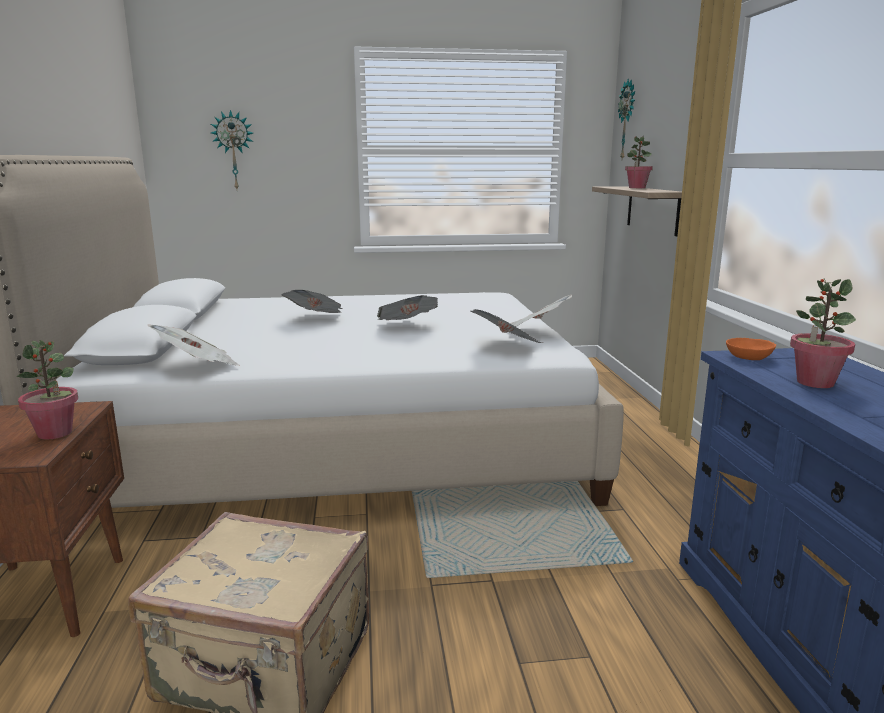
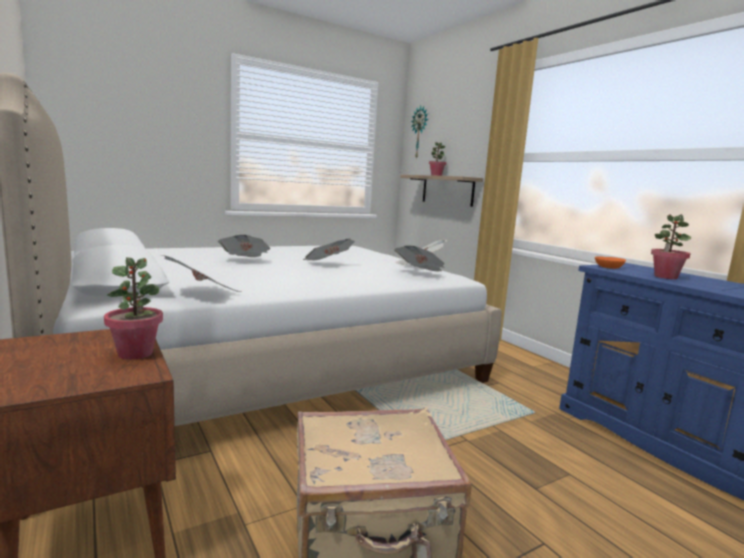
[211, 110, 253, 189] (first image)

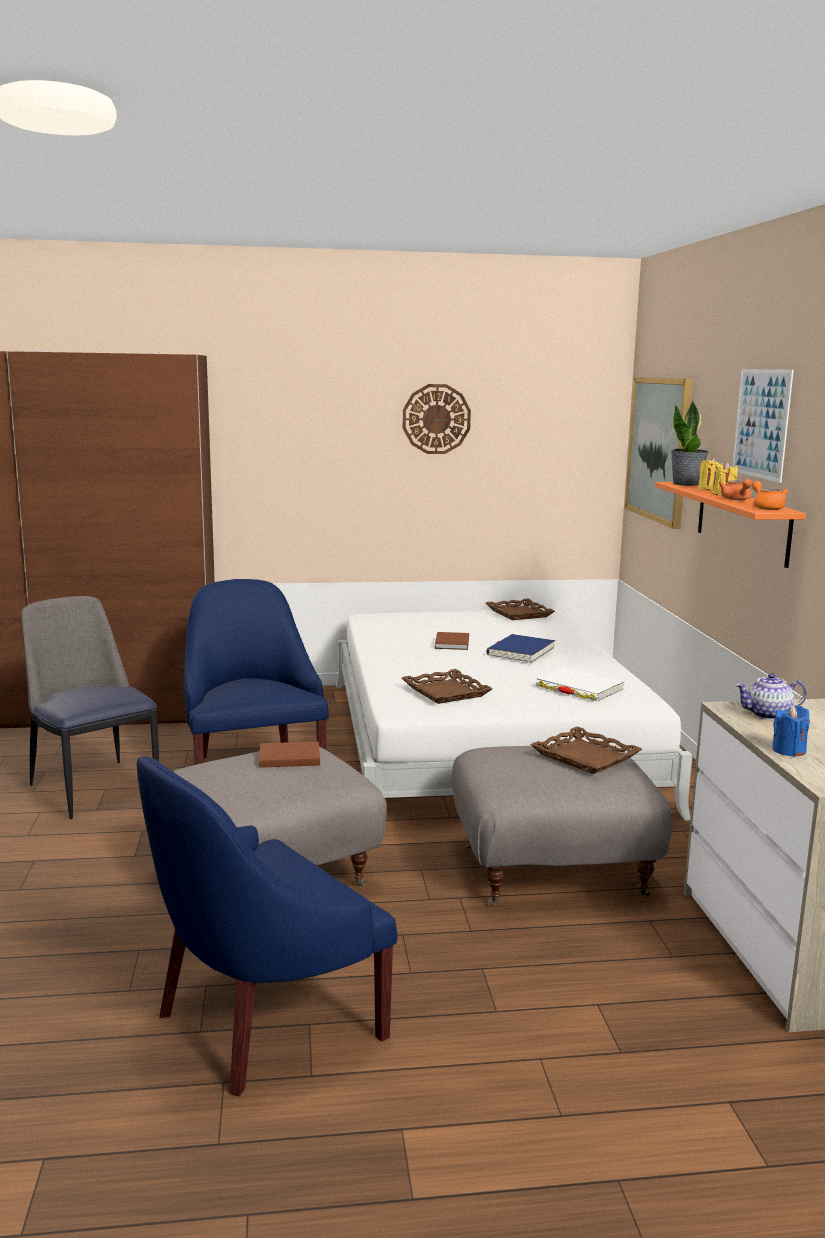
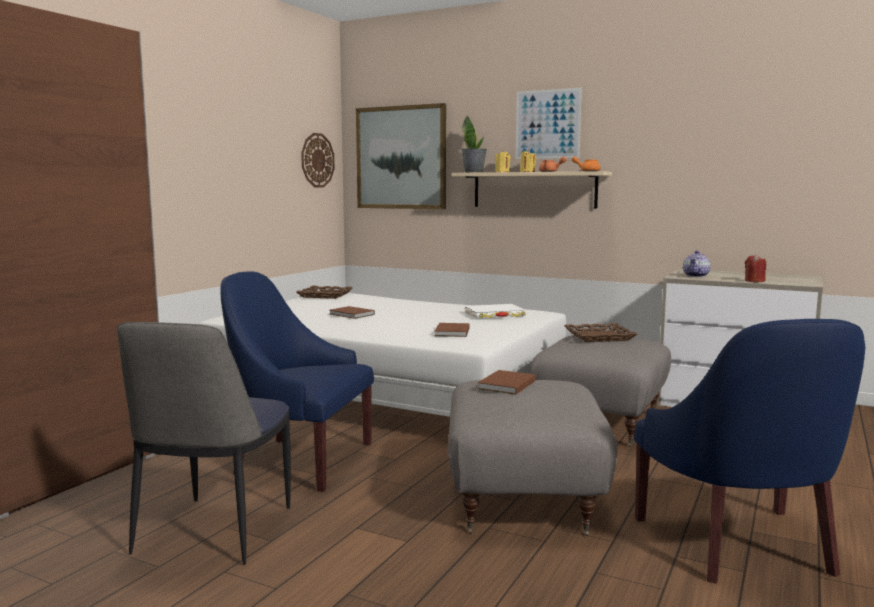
[301, 133, 335, 187]
[452, 171, 612, 208]
[117, 322, 291, 565]
[486, 634, 555, 663] (first image)
[435, 323, 470, 337]
[745, 254, 766, 282]

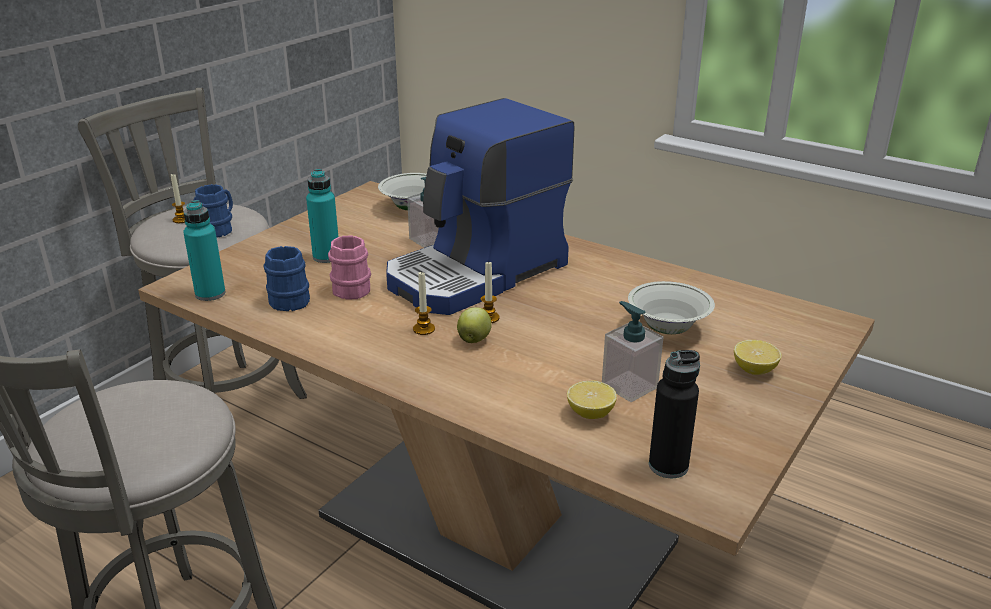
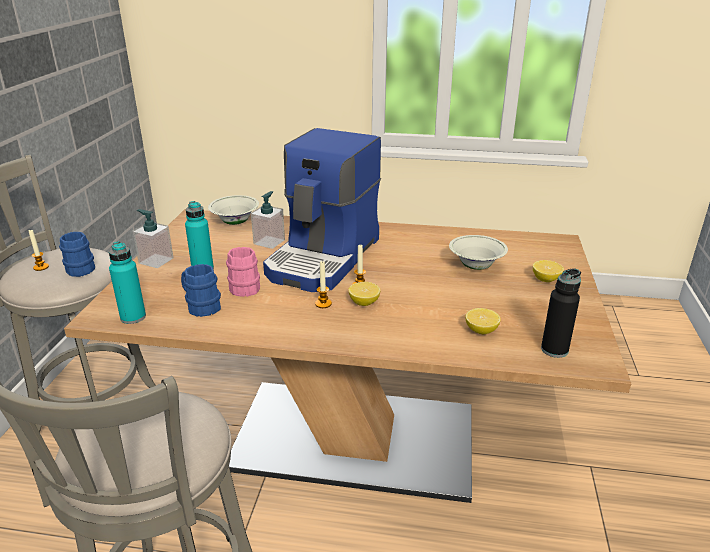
[132, 209, 174, 268]
[348, 282, 380, 306]

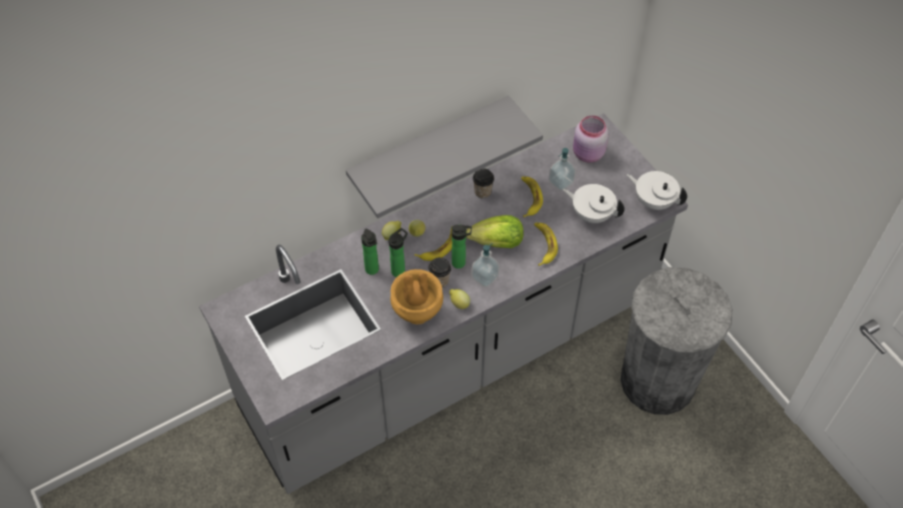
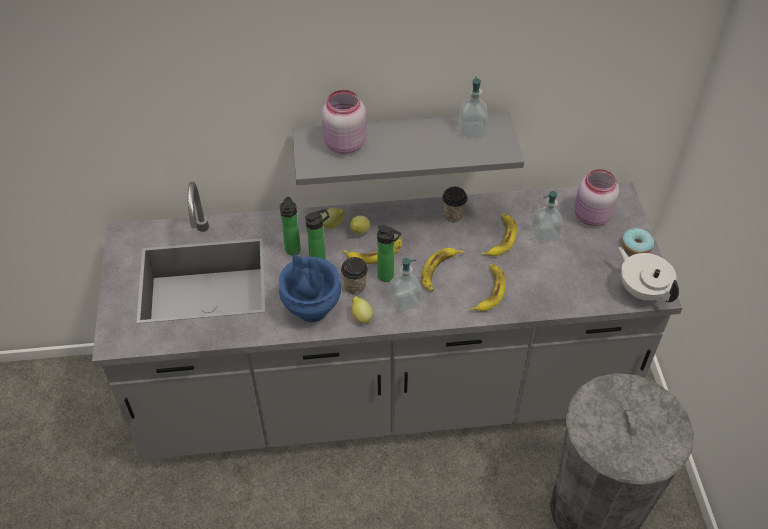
[563, 184, 625, 223] (first image)
[421, 248, 464, 292]
[279, 255, 341, 322]
[459, 77, 488, 137]
[322, 90, 366, 154]
[622, 228, 654, 255]

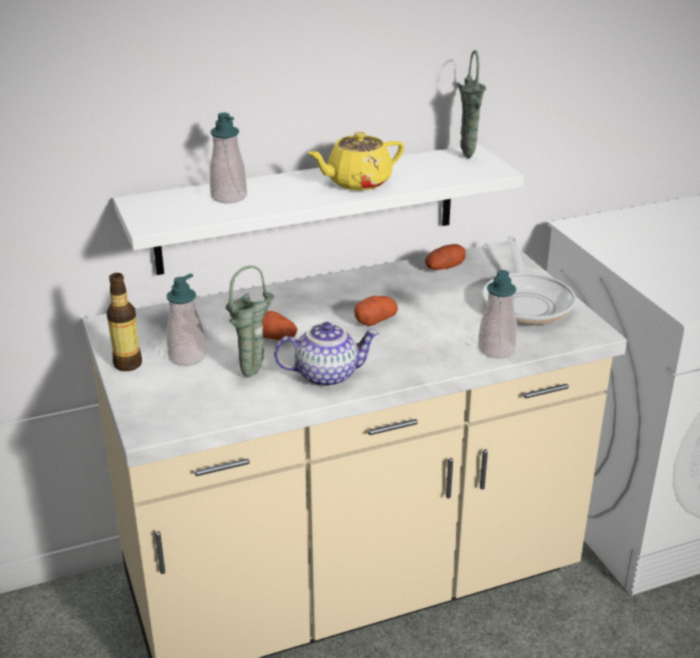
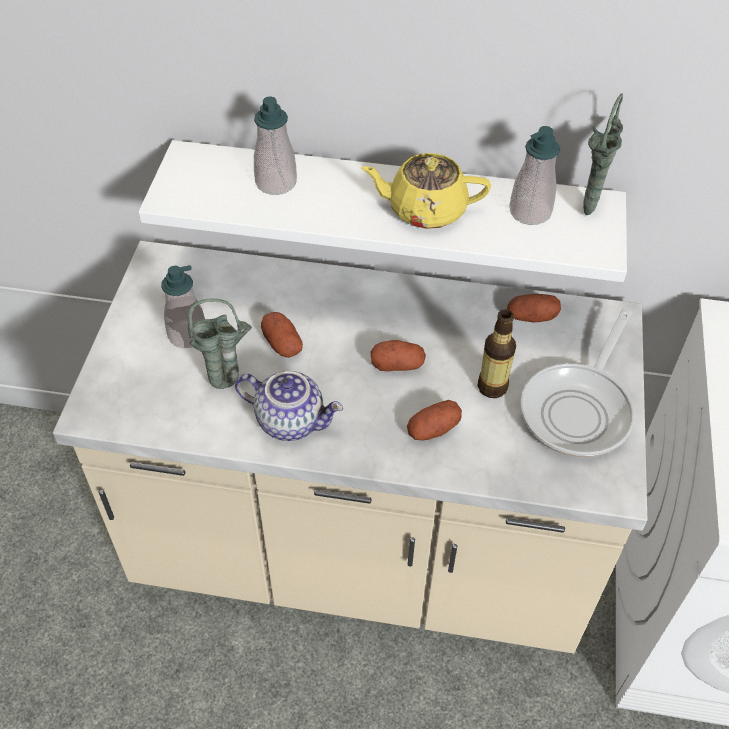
[509, 126, 560, 225]
[478, 310, 516, 398]
[407, 400, 462, 441]

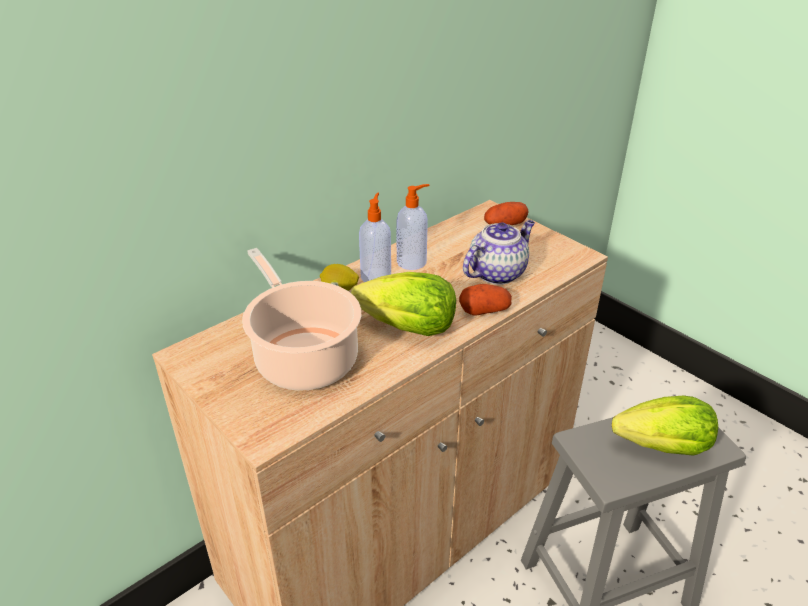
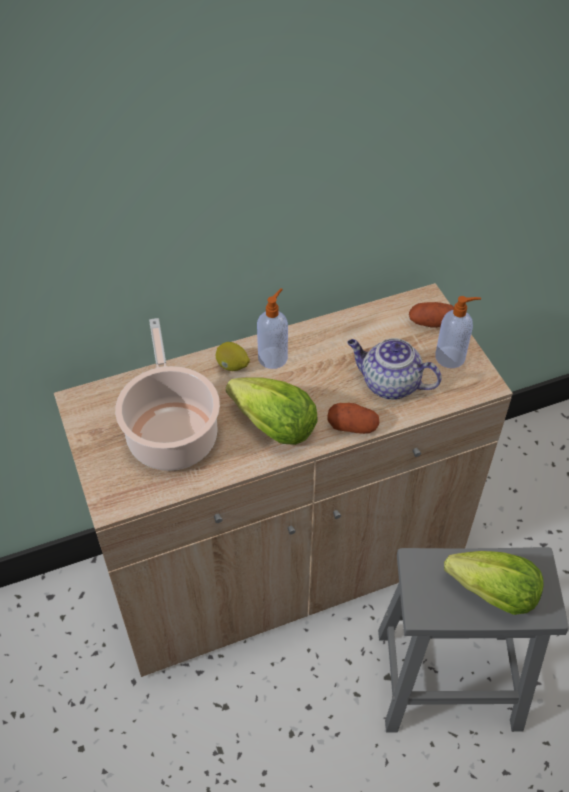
[435, 296, 481, 368]
[347, 338, 442, 400]

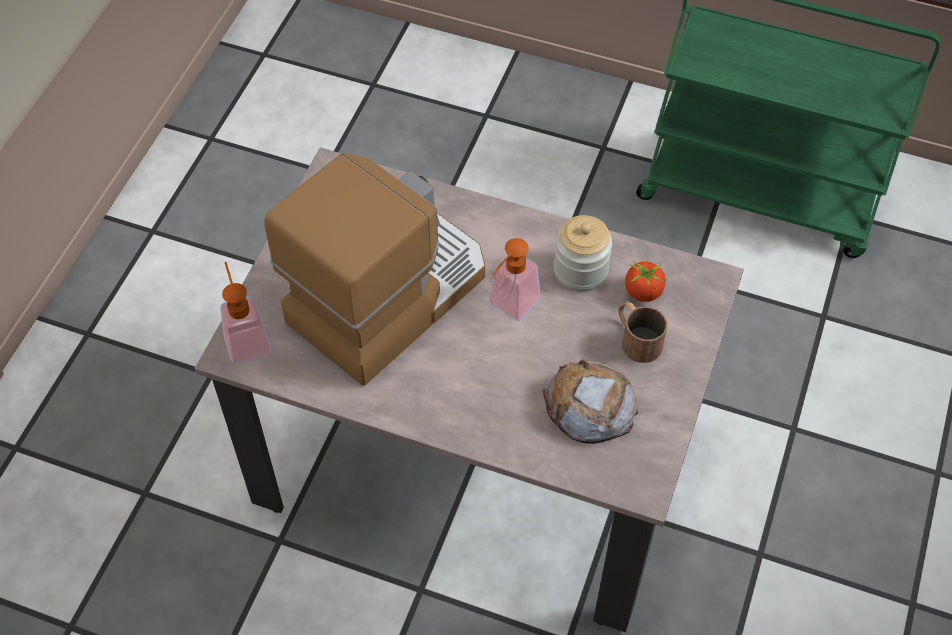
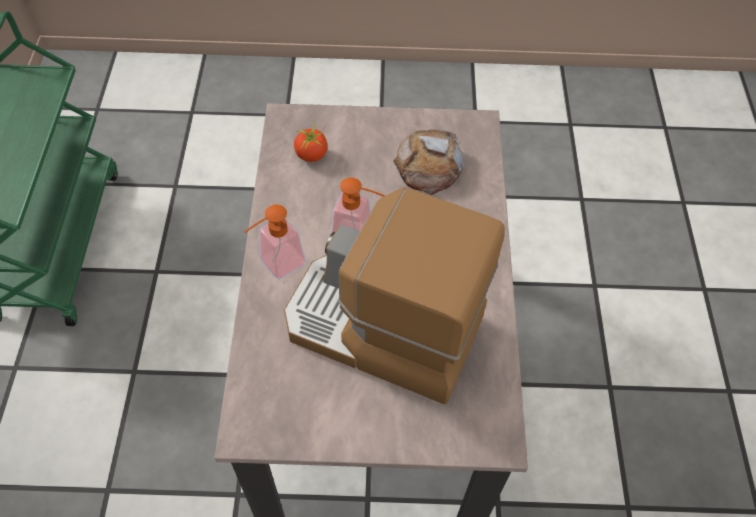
[554, 215, 612, 292] (first image)
[244, 205, 306, 279]
[618, 301, 667, 363] (first image)

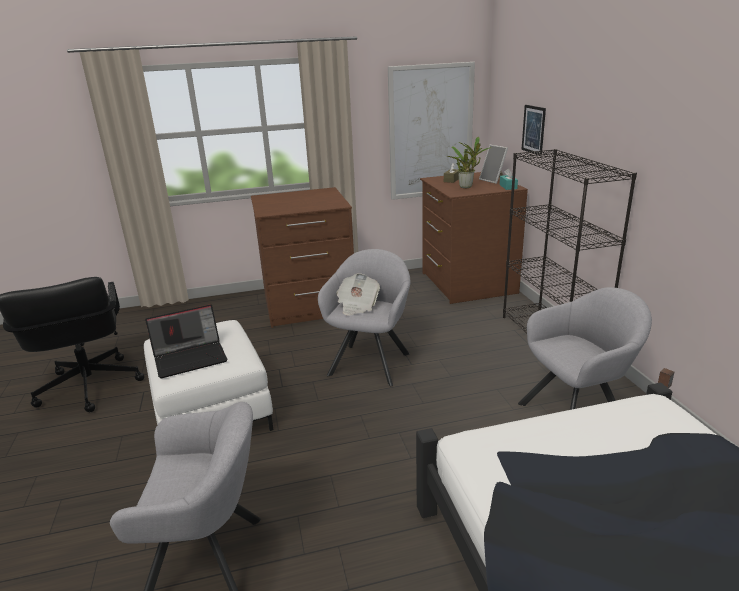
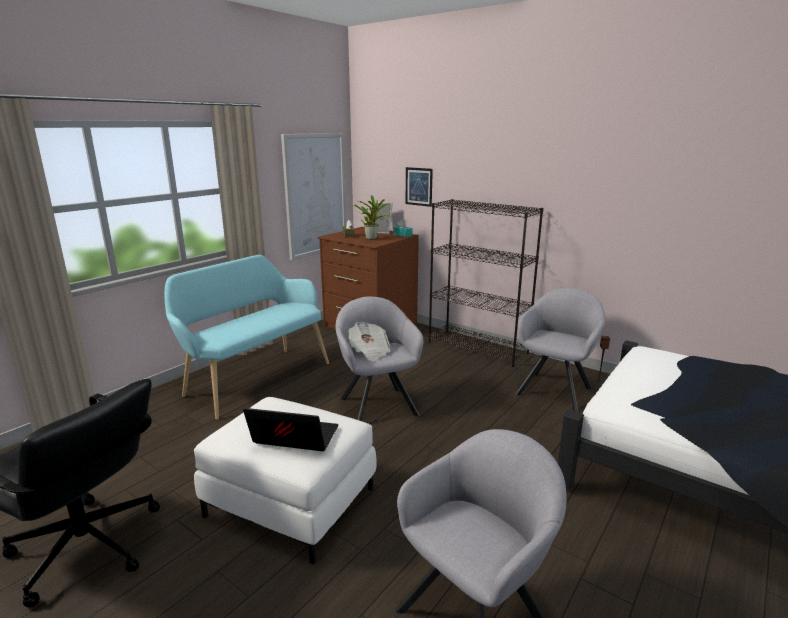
[164, 255, 329, 420]
[243, 408, 339, 451]

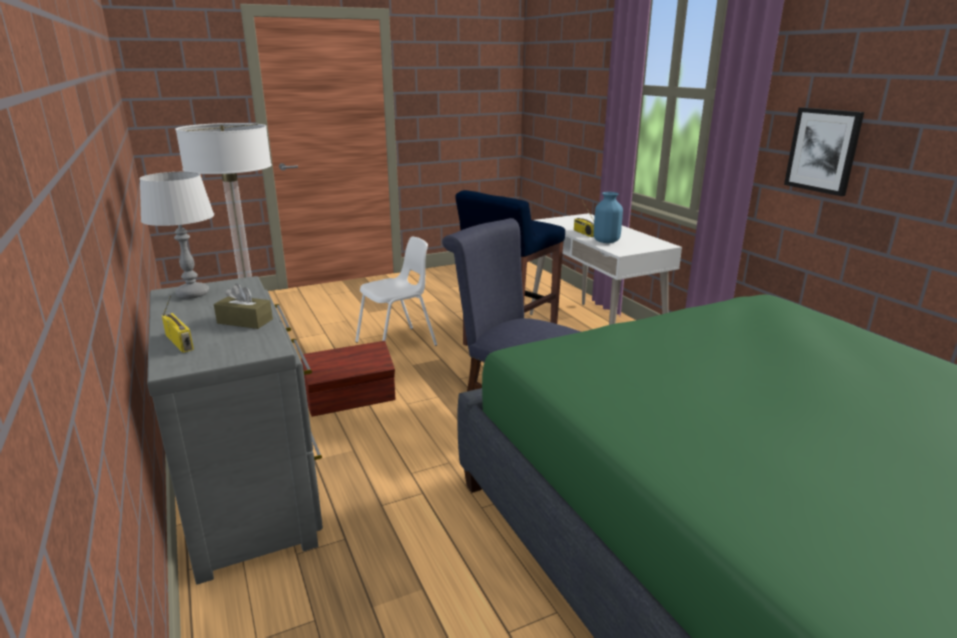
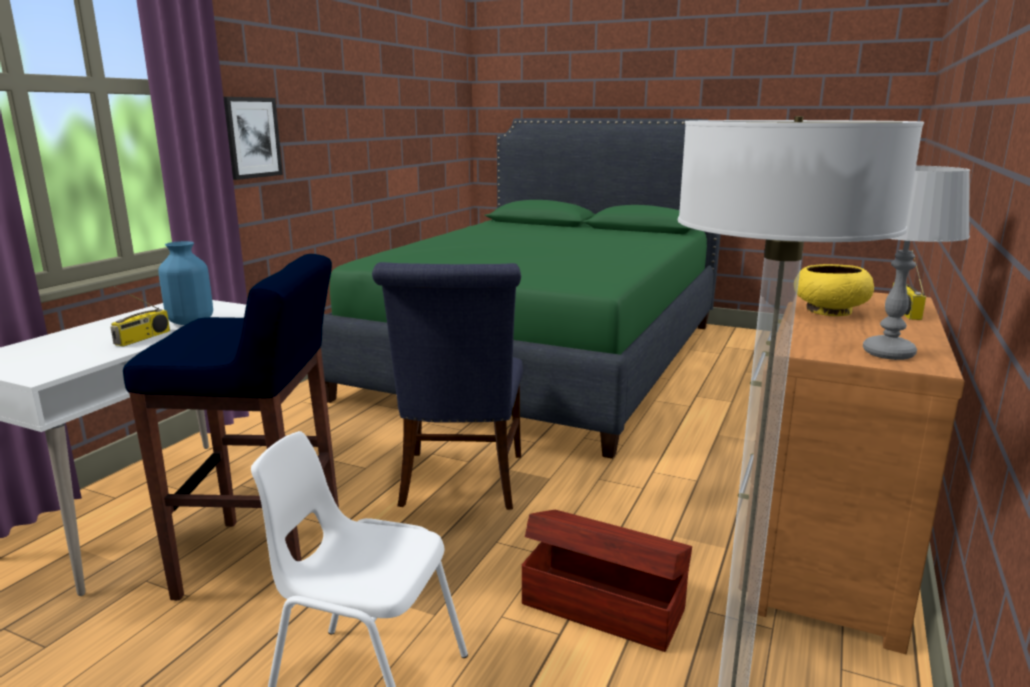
[738, 292, 965, 654]
[797, 264, 874, 316]

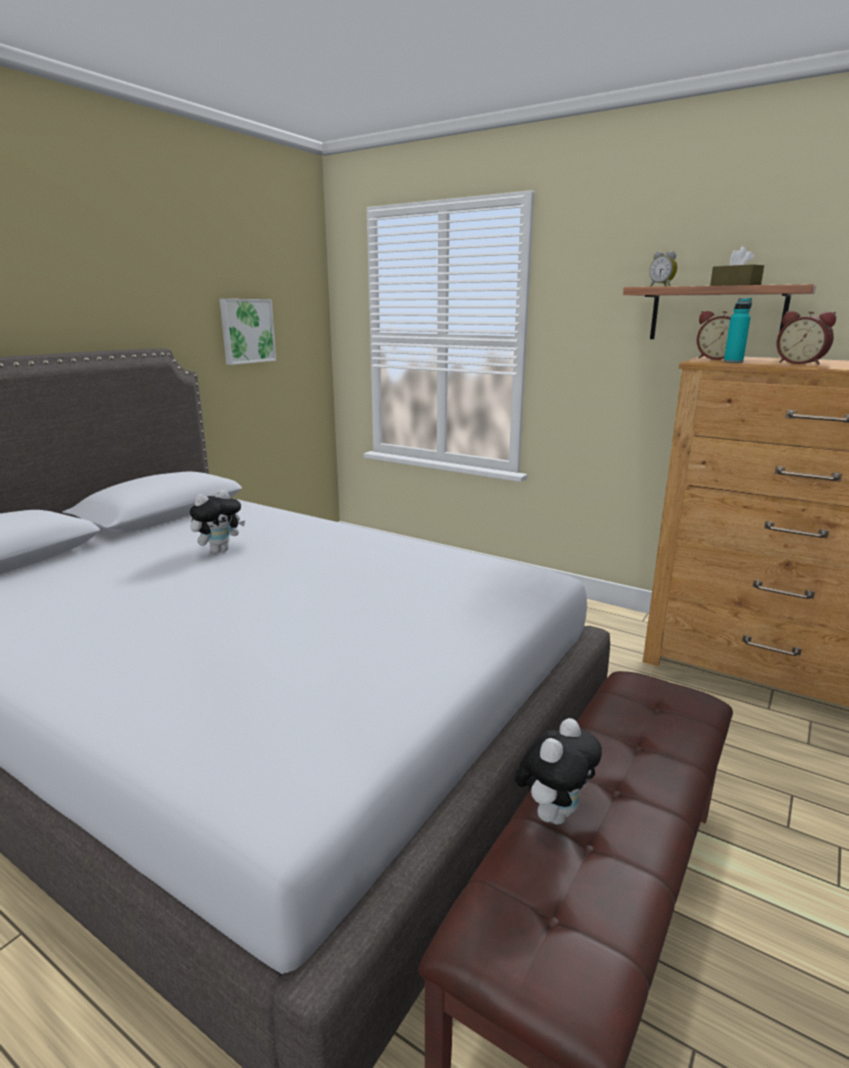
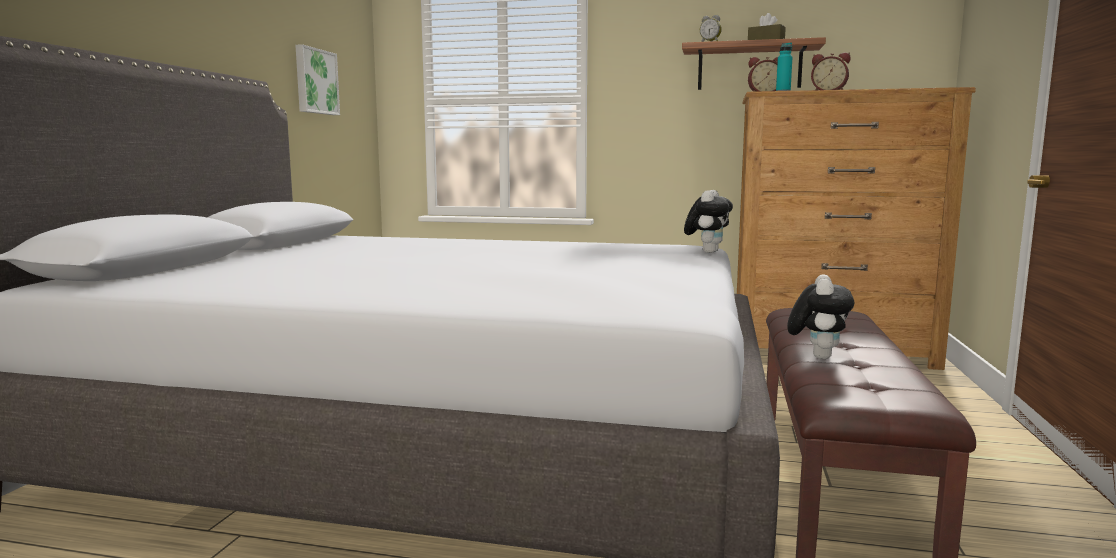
[684, 190, 733, 253]

